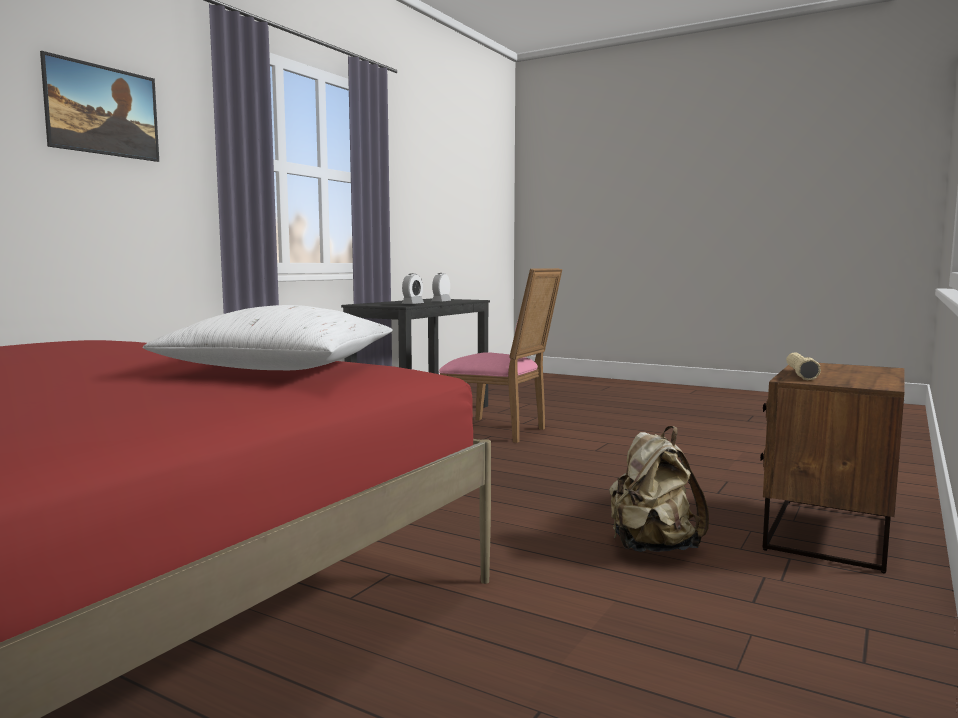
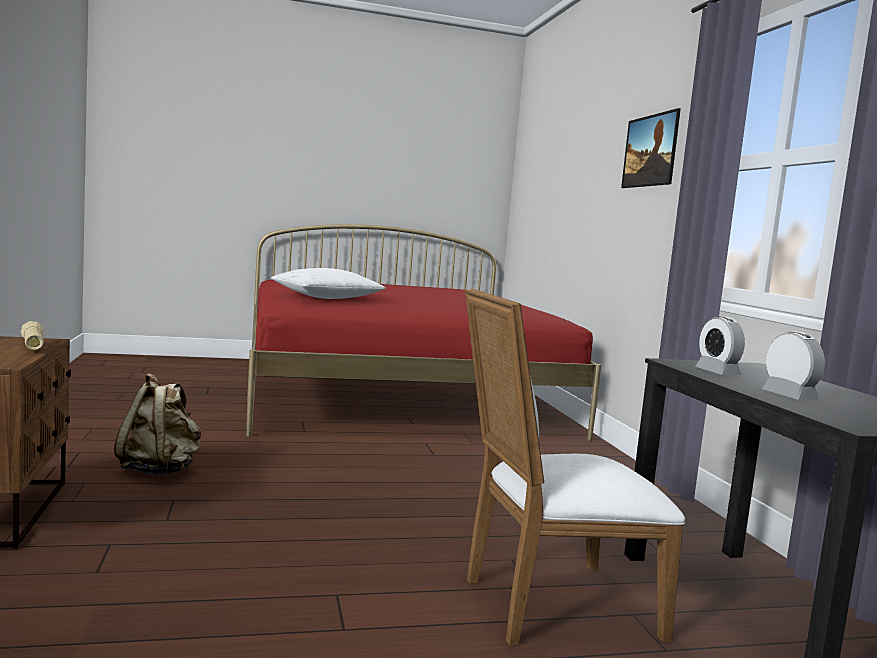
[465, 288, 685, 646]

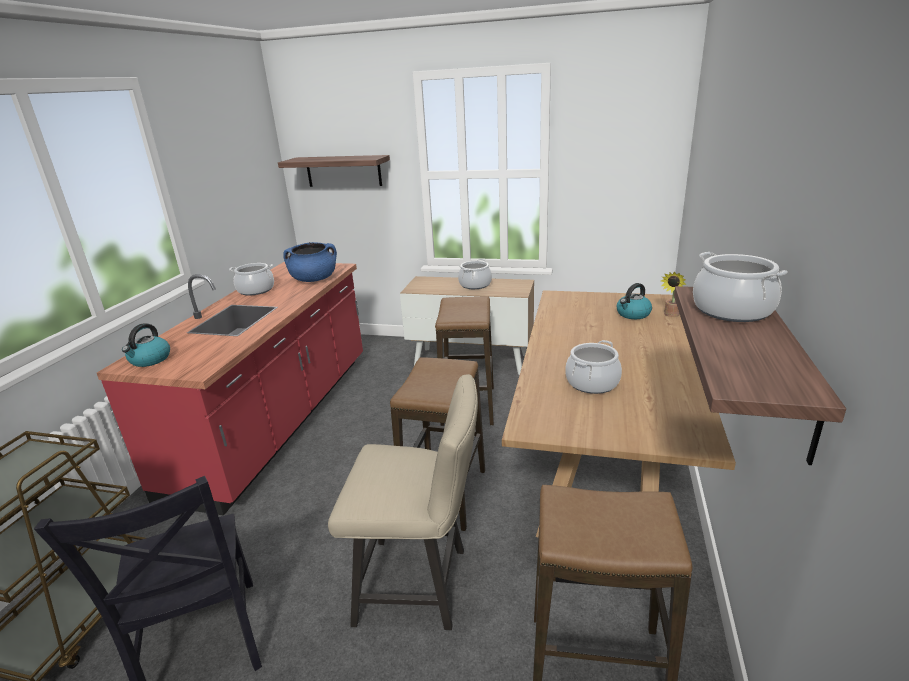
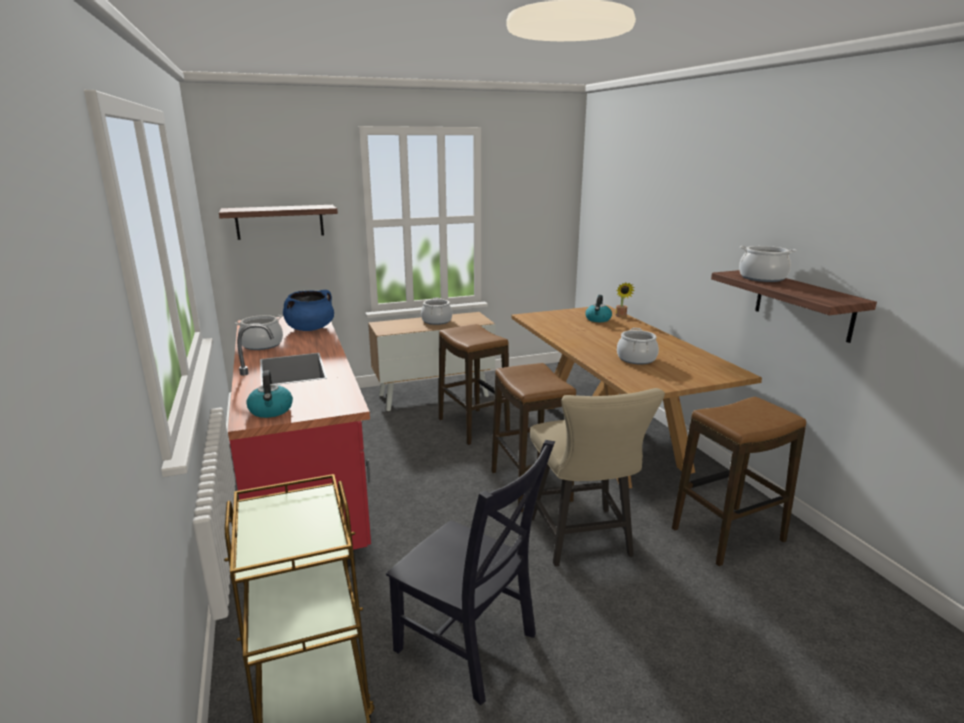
[530, 388, 665, 566]

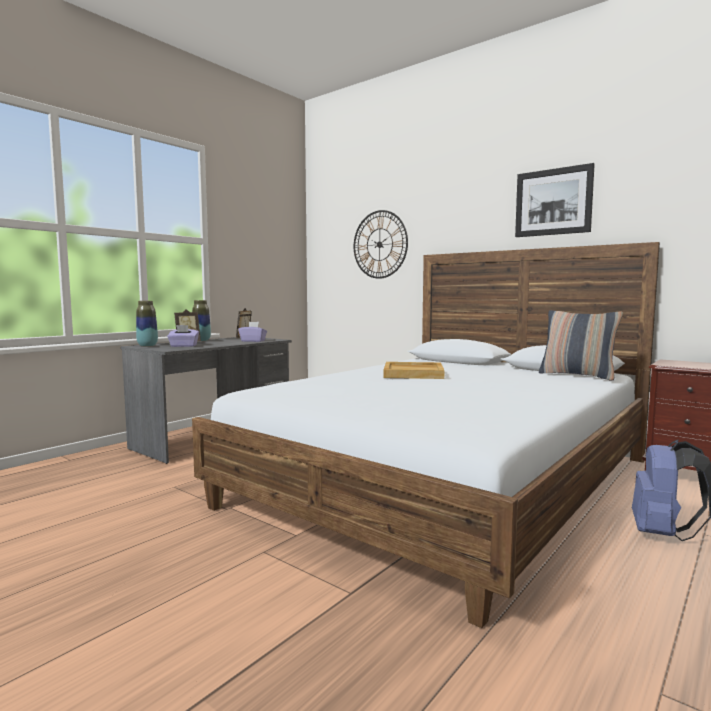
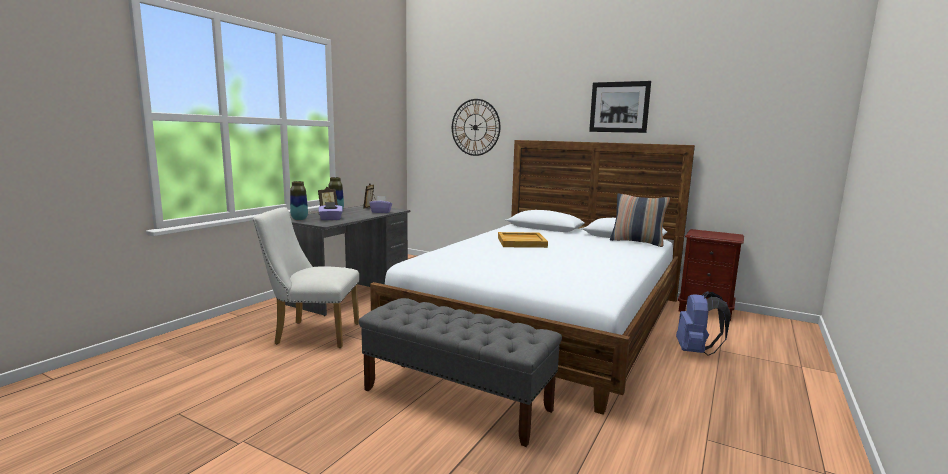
[253, 207, 359, 348]
[359, 298, 562, 447]

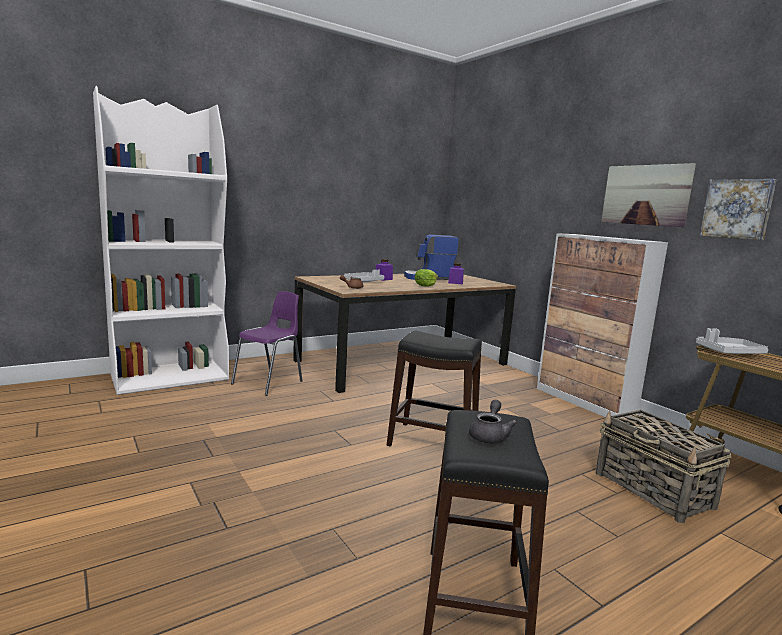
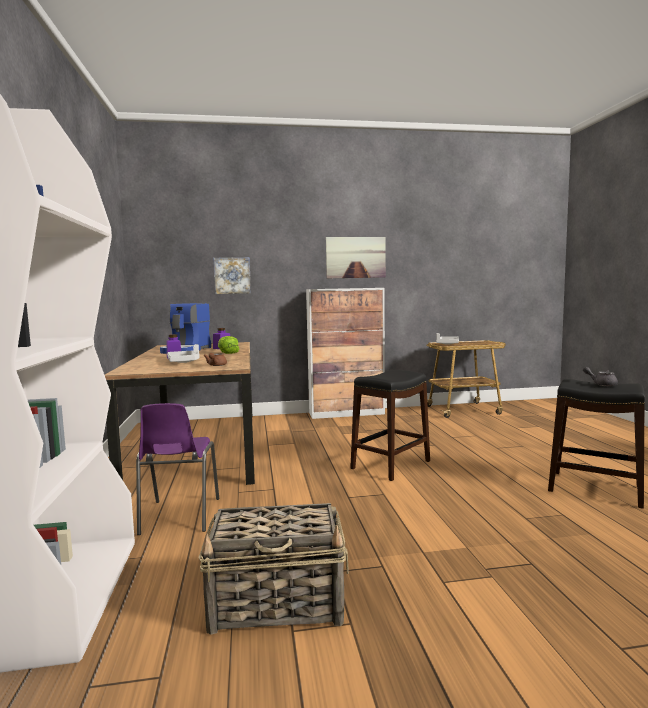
[213, 257, 251, 294]
[136, 403, 219, 535]
[198, 503, 349, 635]

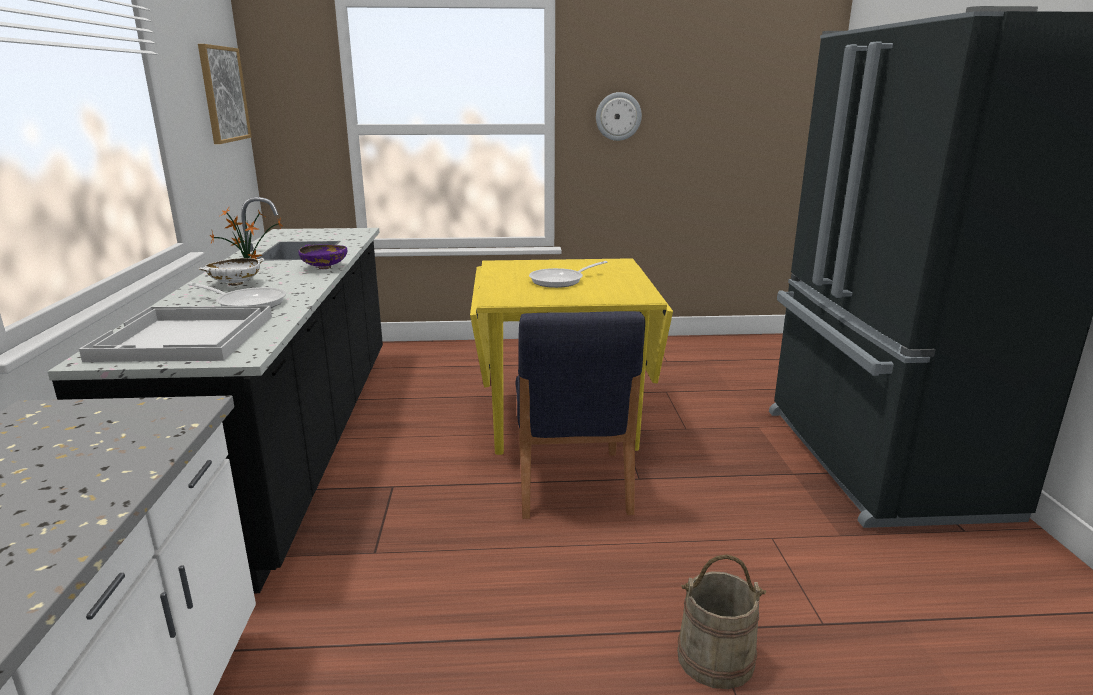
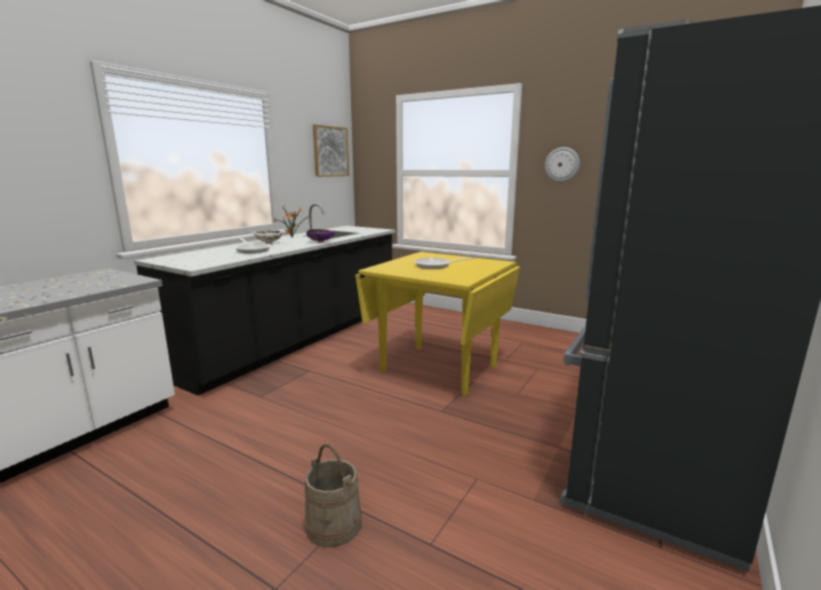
[79, 306, 272, 362] (first image)
[516, 311, 645, 519] (first image)

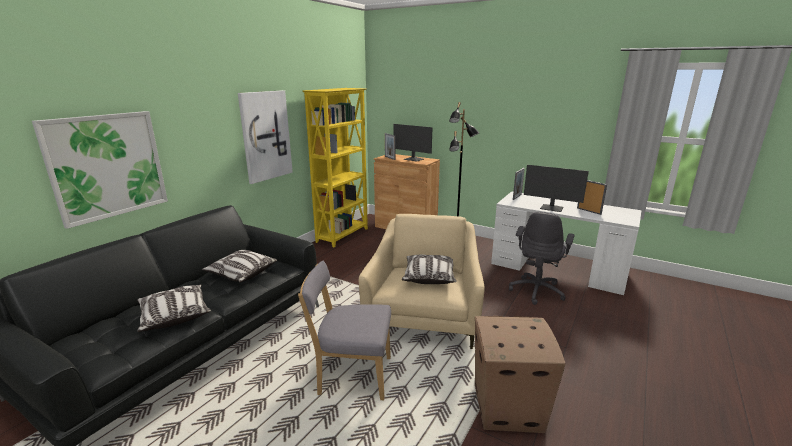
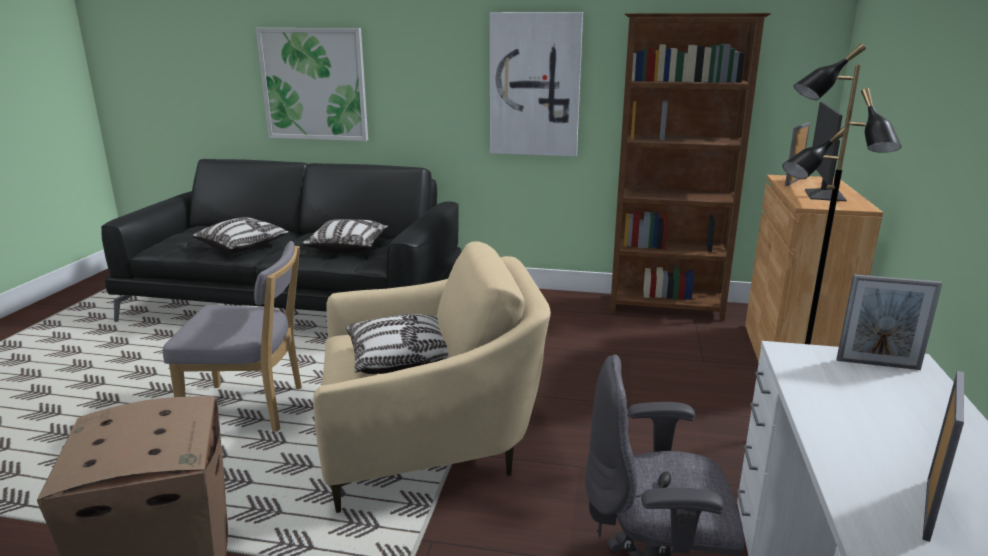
[610, 13, 771, 322]
[524, 165, 589, 212] (first image)
[163, 241, 302, 432]

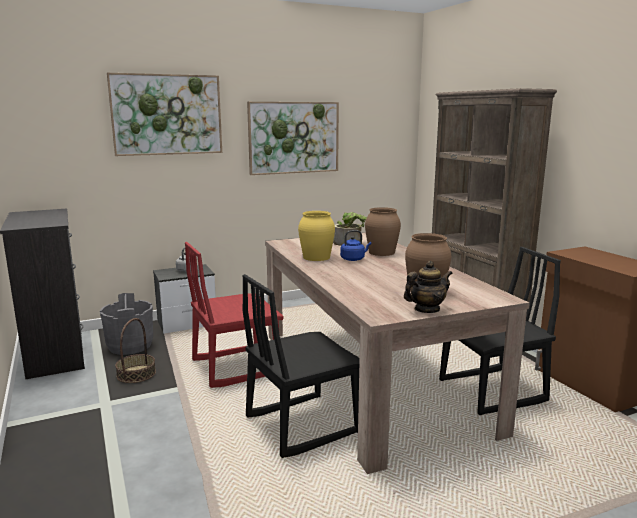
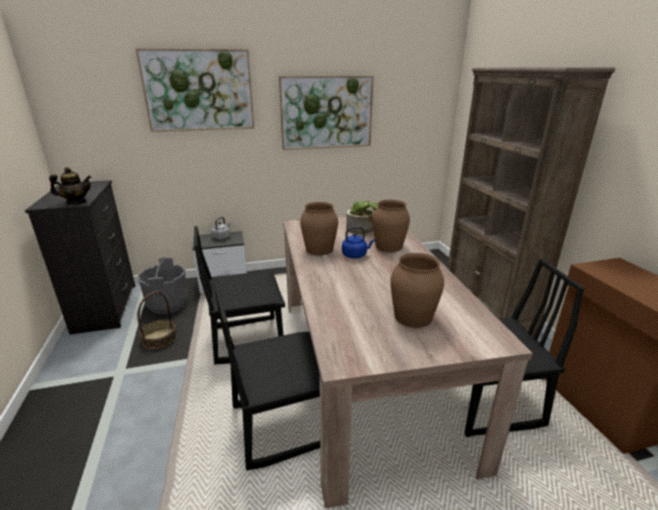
[300, 202, 338, 255]
[194, 226, 285, 364]
[49, 167, 92, 204]

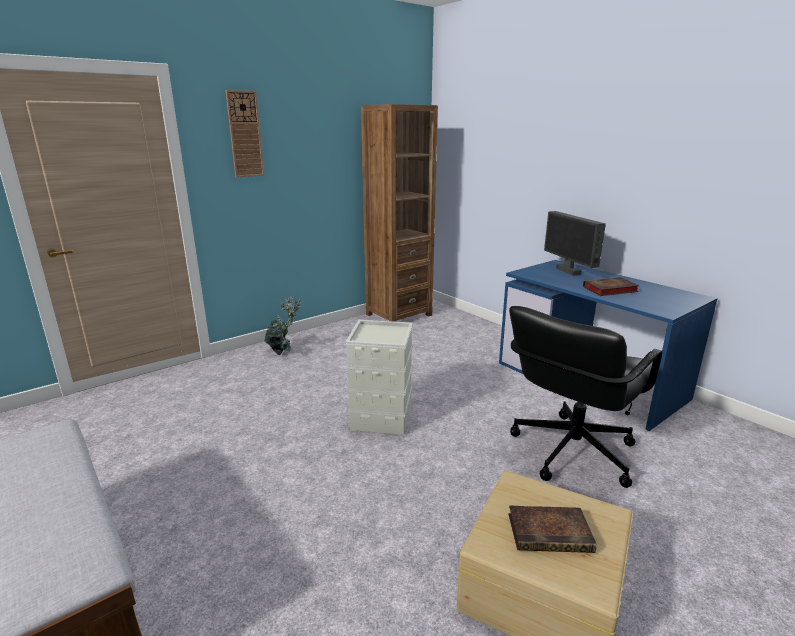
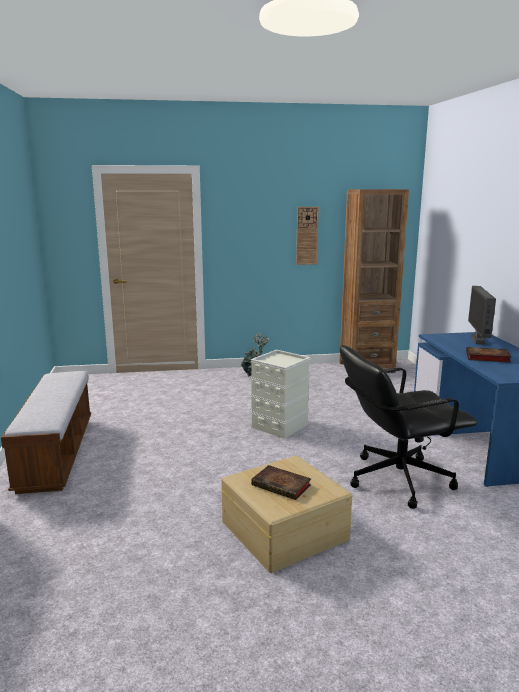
[296, 207, 319, 265]

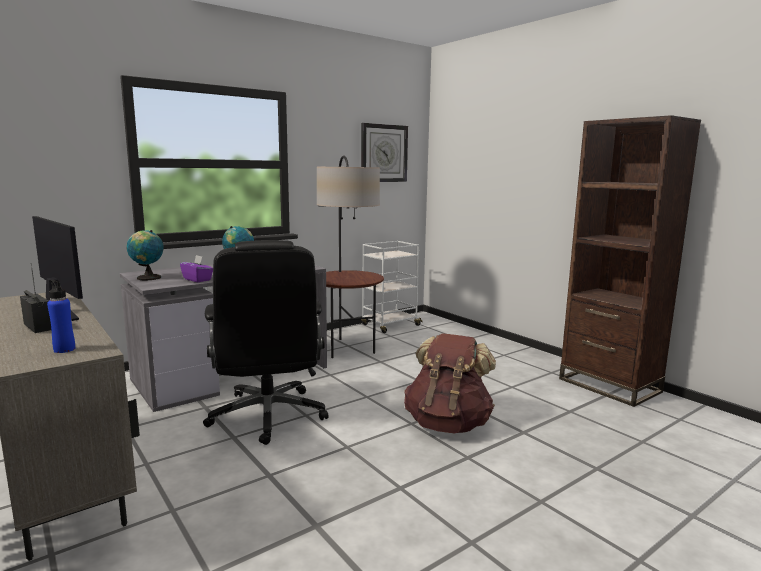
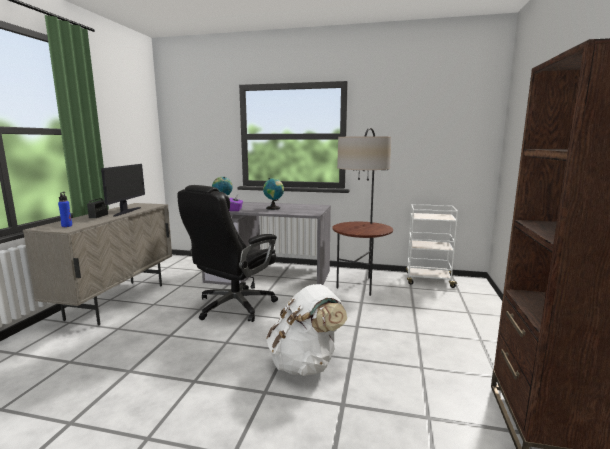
[361, 123, 408, 182] (first image)
[266, 284, 347, 376]

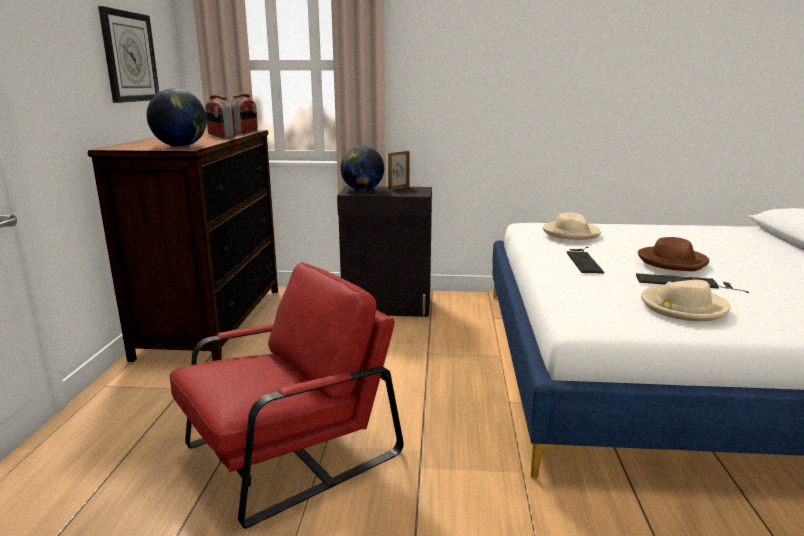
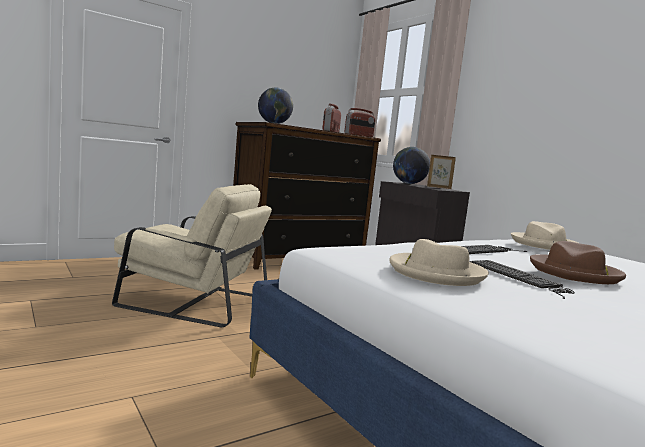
[98, 6, 159, 103] (first image)
[112, 184, 272, 327]

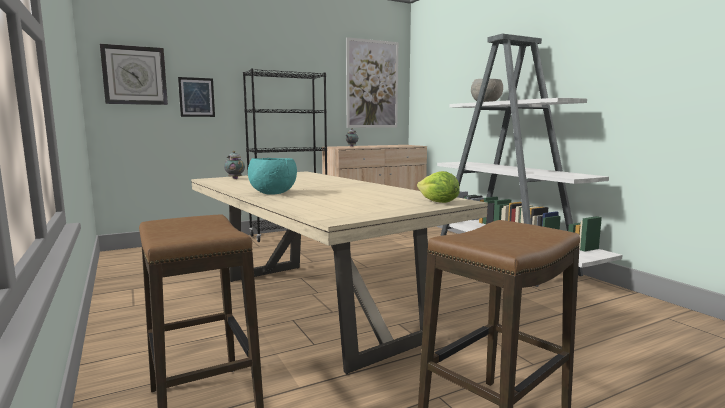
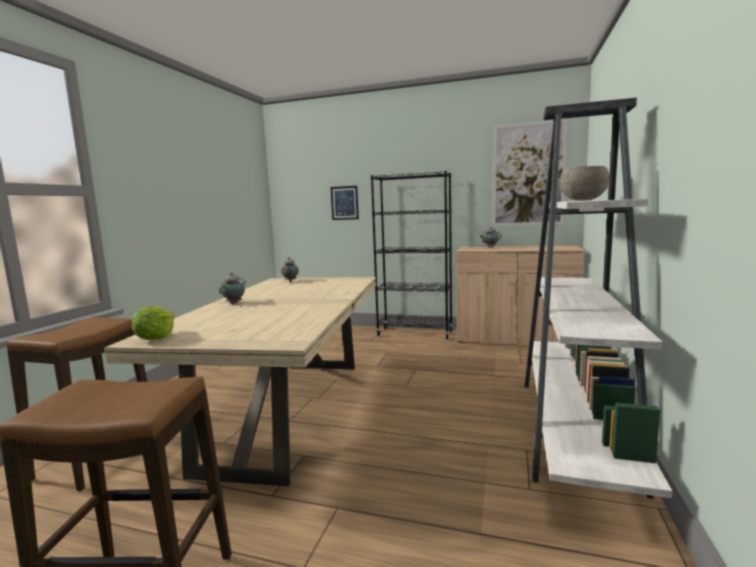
[100, 44, 168, 105] (first image)
[219, 273, 246, 304]
[132, 306, 174, 340]

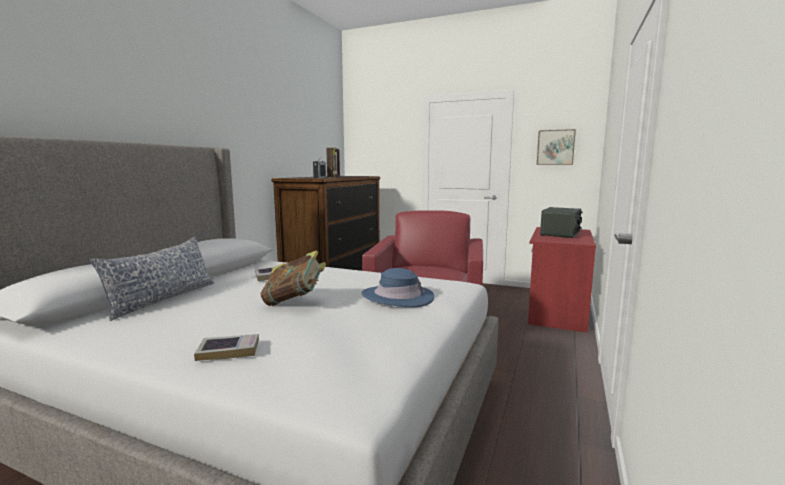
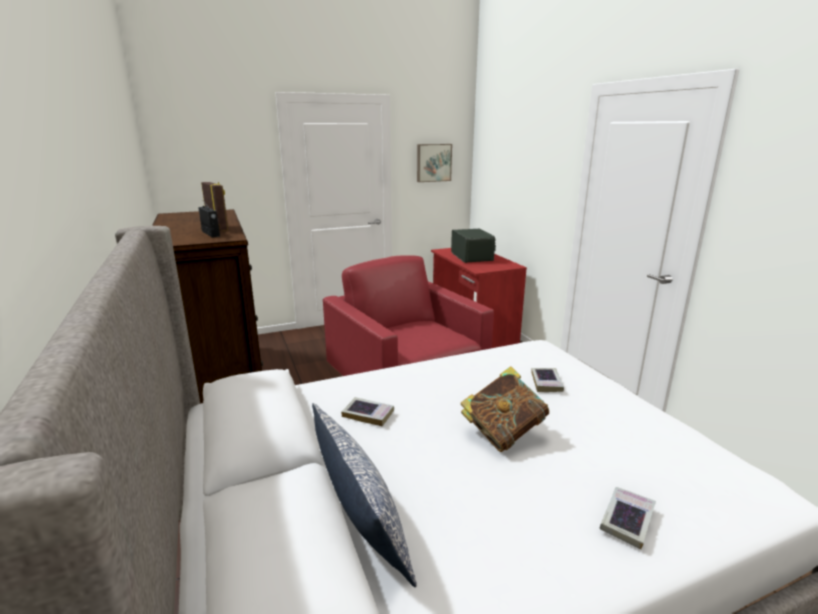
[531, 368, 564, 392]

